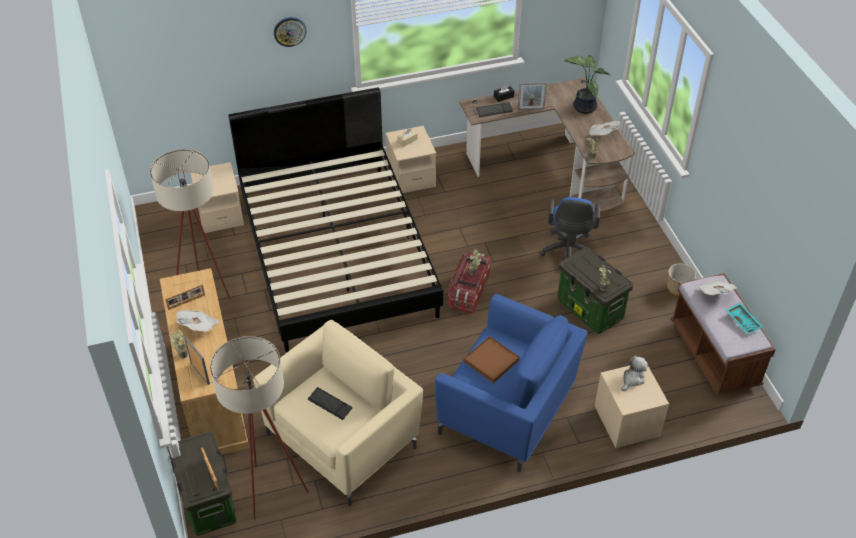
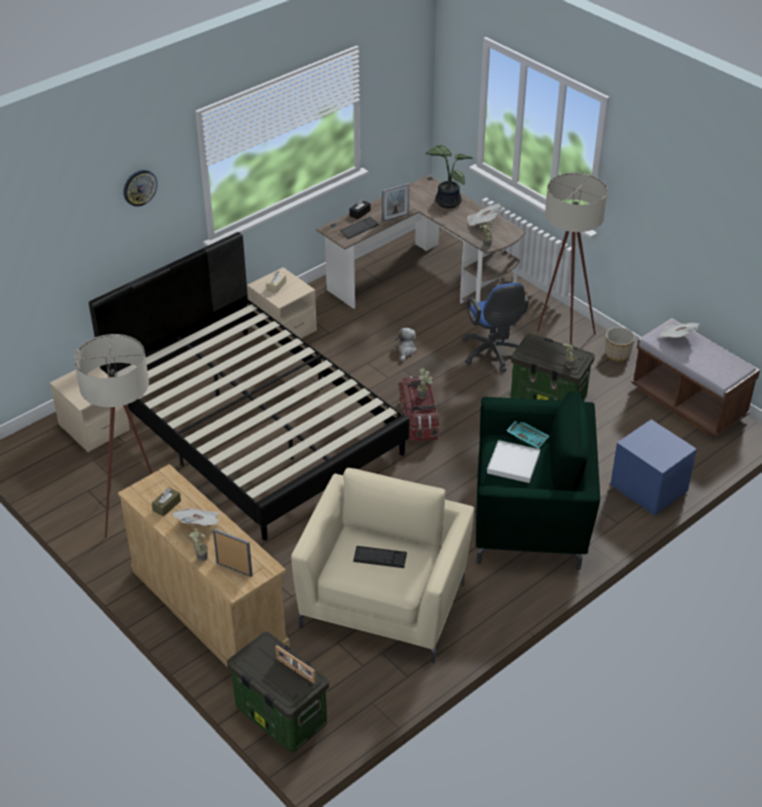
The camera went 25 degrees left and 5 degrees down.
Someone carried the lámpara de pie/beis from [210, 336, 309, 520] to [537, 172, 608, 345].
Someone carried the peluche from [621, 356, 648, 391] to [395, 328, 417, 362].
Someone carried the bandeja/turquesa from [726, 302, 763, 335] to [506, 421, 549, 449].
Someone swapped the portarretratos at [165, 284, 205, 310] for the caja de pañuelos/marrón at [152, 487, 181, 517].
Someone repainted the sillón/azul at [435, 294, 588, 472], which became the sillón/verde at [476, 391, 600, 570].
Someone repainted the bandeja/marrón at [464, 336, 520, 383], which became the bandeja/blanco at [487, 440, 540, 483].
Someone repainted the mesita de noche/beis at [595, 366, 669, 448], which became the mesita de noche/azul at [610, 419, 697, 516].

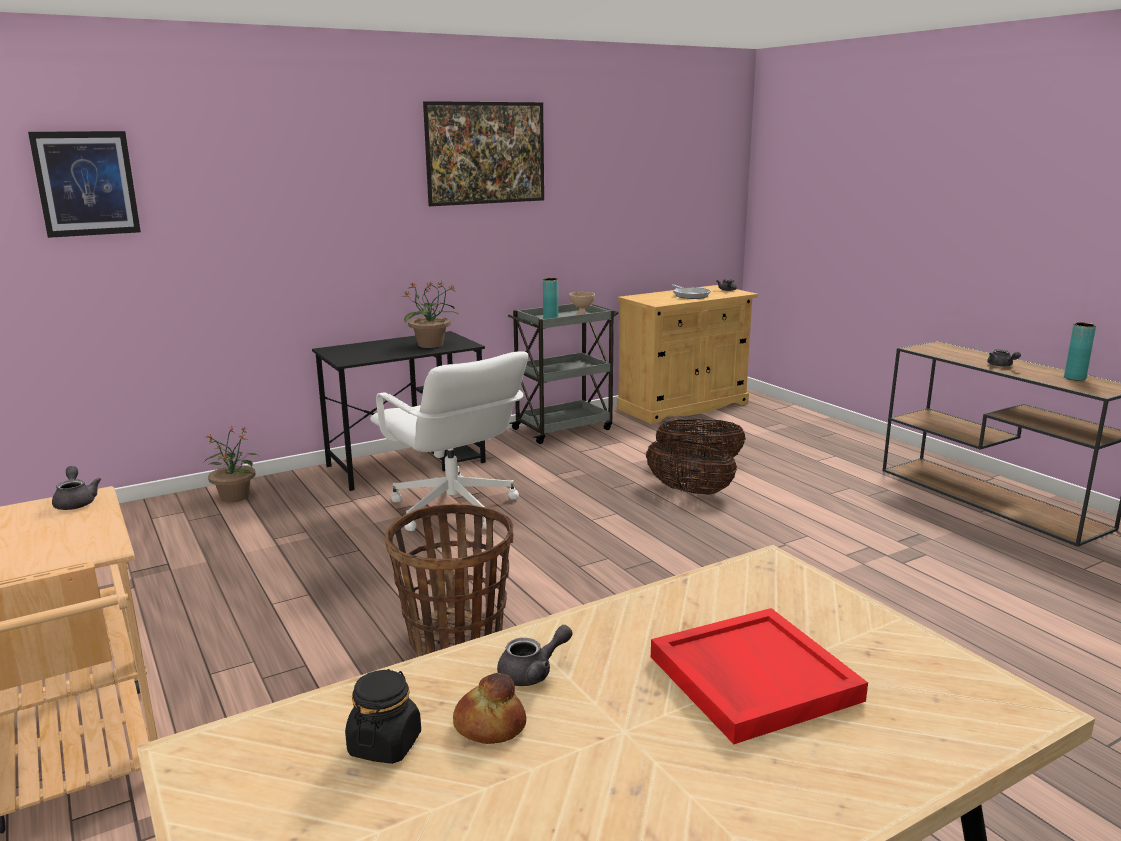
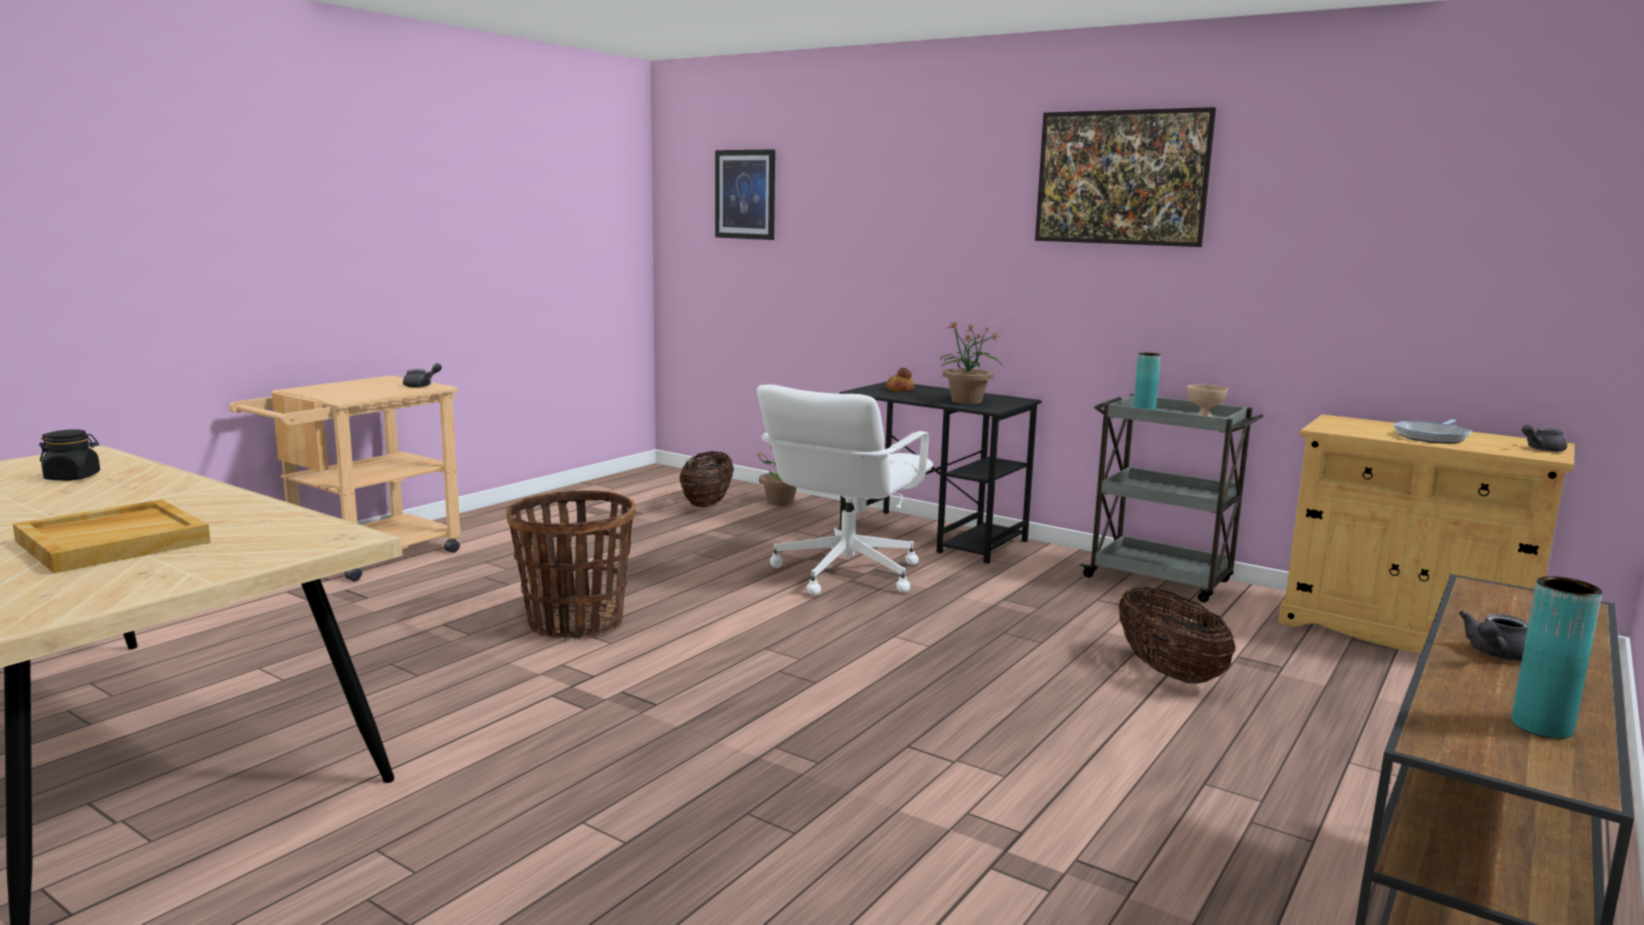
The camera went 65 degrees right and 5 degrees down.
Someone took away the tetera/gris at [497, 625, 573, 686].
Someone carried the pan from [453, 673, 526, 744] to [886, 368, 914, 392].
Someone carried the cesta from [646, 440, 737, 495] to [679, 451, 734, 507].
Someone repainted the bandeja/rojo at [651, 608, 868, 744], which became the bandeja/beis at [13, 499, 211, 573].

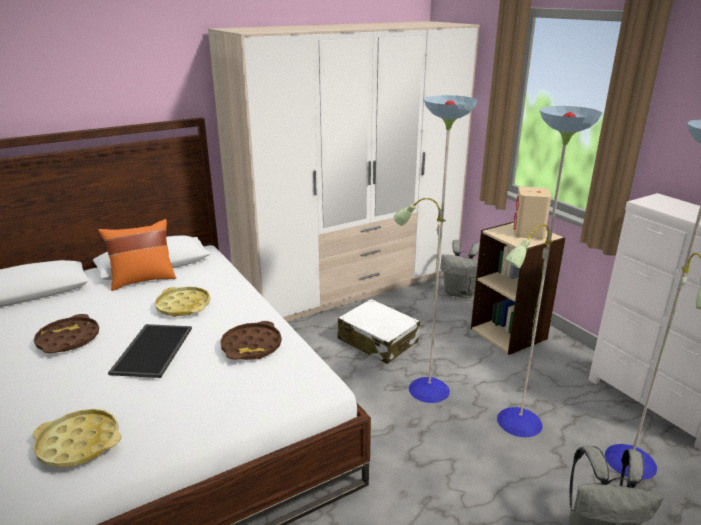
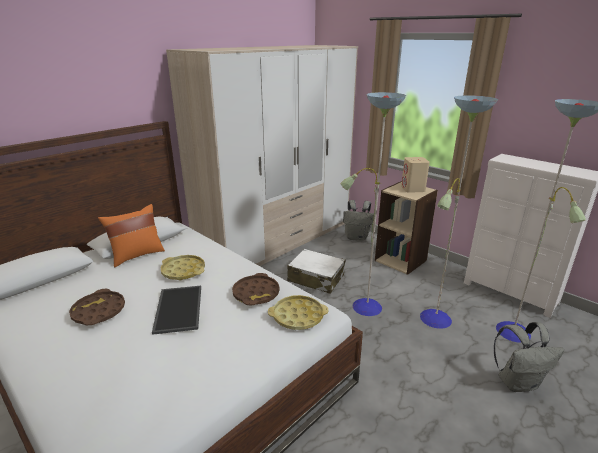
The camera went 15 degrees left and 0 degrees up.
Someone carried the bandeja/amarillo from [33, 409, 121, 468] to [268, 295, 328, 330].

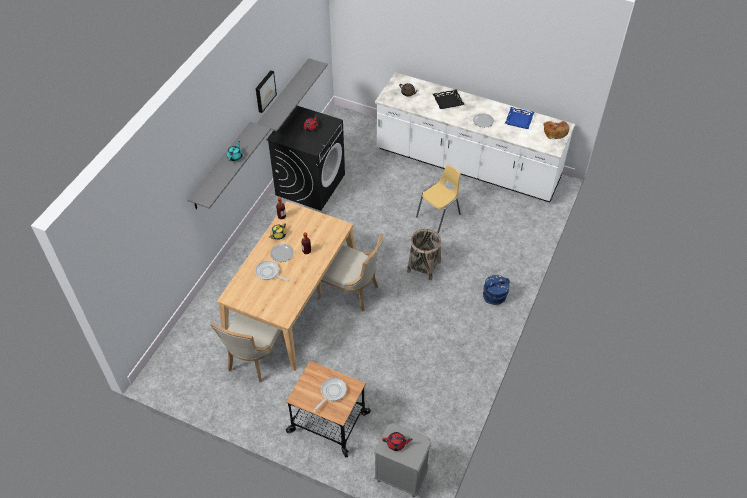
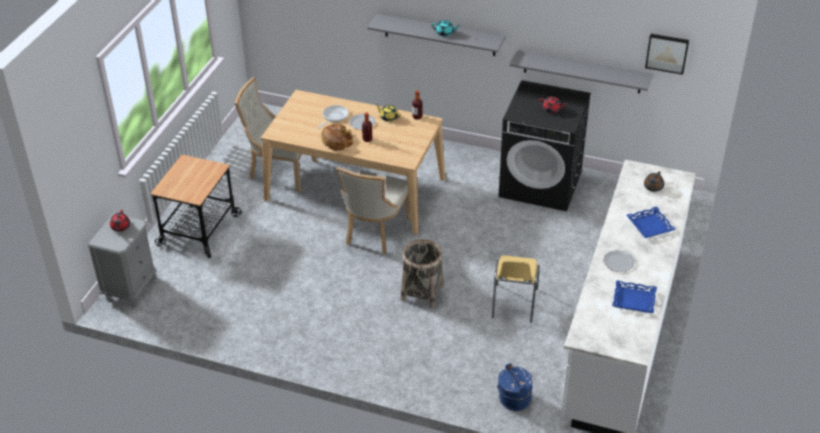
The camera went 85 degrees right and 10 degrees down.
Someone took away the sartén at [313, 378, 347, 412].
Someone carried the cuadro from [256, 70, 277, 113] to [645, 34, 689, 75].
Someone carried the cubo/azul from [483, 275, 510, 305] to [497, 363, 533, 411].
Someone carried the pan from [544, 121, 570, 139] to [322, 124, 353, 151].
Someone repainted the bandeja/negro at [433, 89, 464, 109], which became the bandeja/azul at [626, 206, 676, 238].
Someone rotated the silla/amarillo at [416, 165, 461, 234] by 60 degrees clockwise.

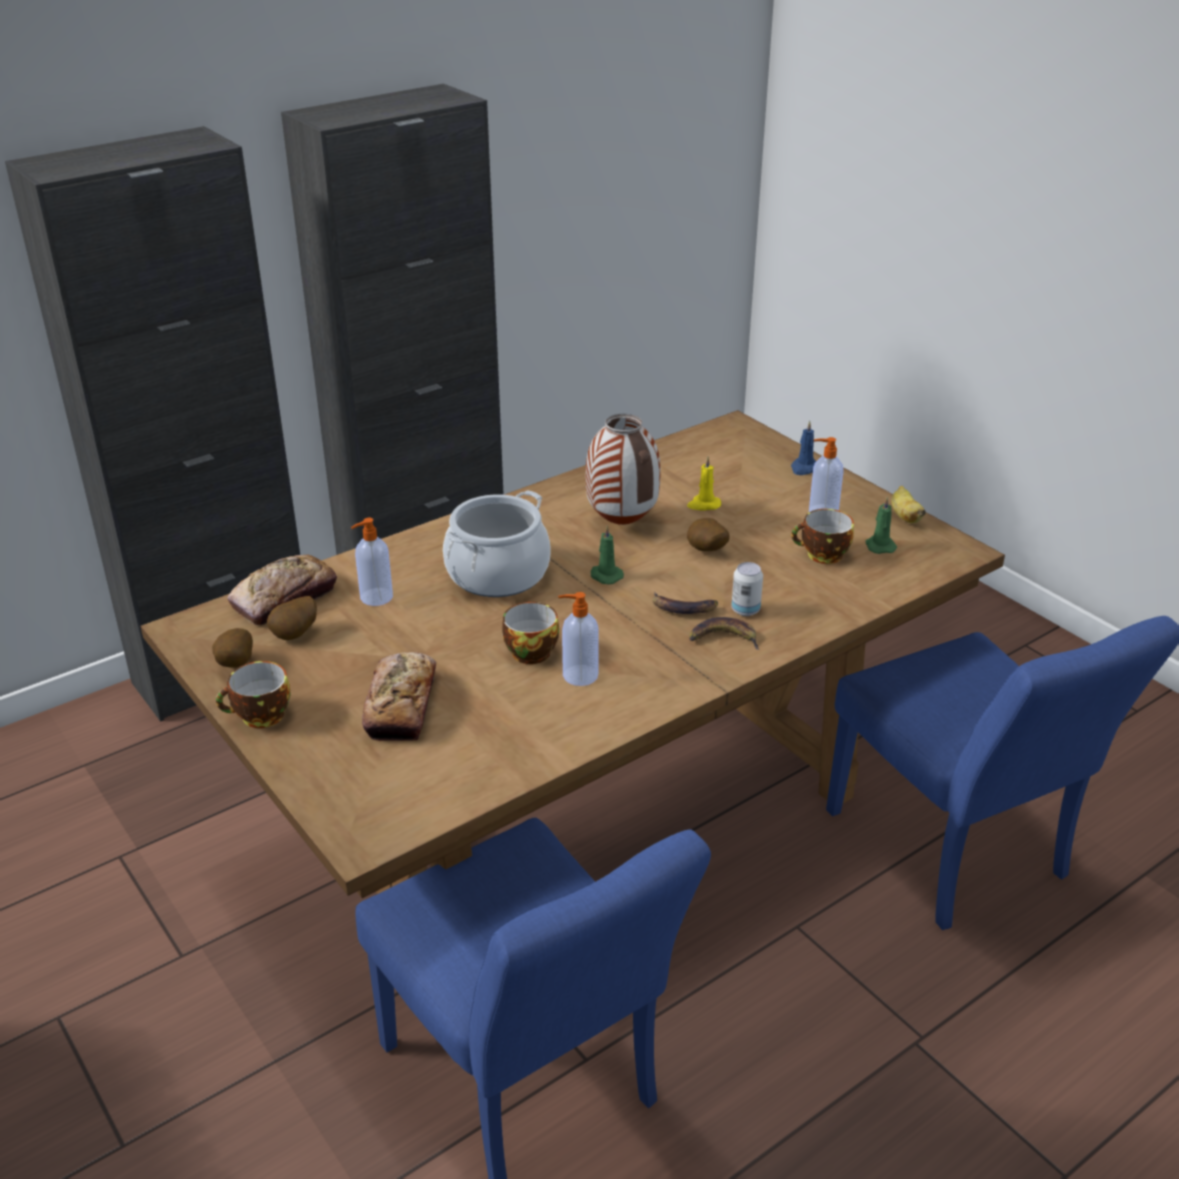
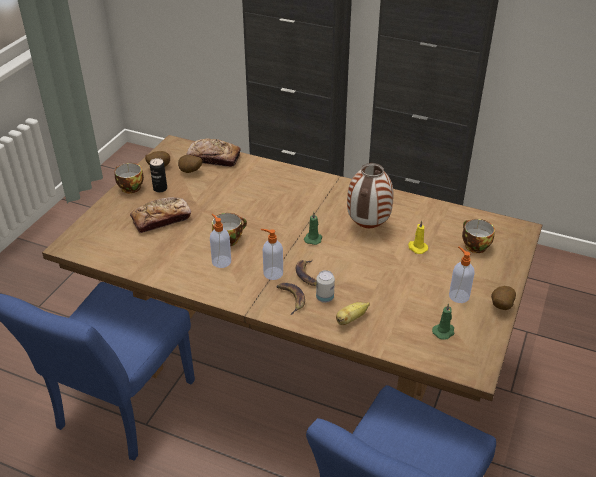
The camera went 60 degrees right and 5 degrees up.
Someone took away the olla at [443, 490, 551, 597].
Someone took away the vela/azul at [791, 421, 816, 475].
Someone put down the lata at [150, 158, 167, 193].
Someone carried the dispensador de jabón from [351, 518, 393, 606] to [261, 229, 283, 280].
Someone carried the patata from [687, 518, 730, 552] to [491, 286, 516, 310].
Someone carried the taza from [791, 509, 854, 564] to [462, 219, 495, 253].
Someone carried the plátano from [891, 486, 926, 523] to [336, 302, 370, 325].

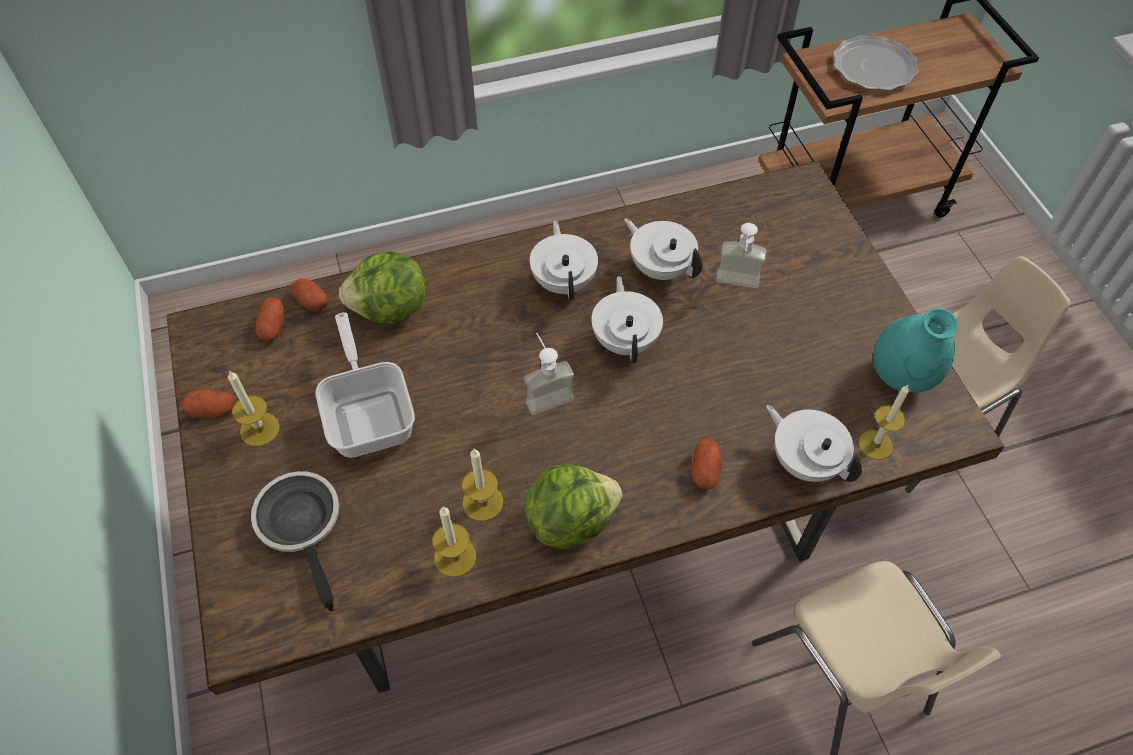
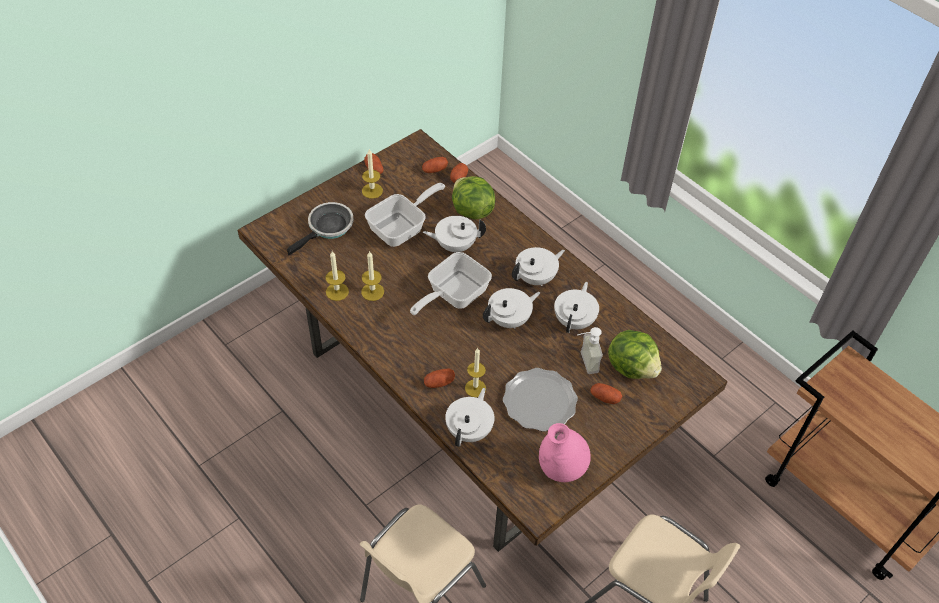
The camera went 65 degrees right and 5 degrees down.
Someone put down the tetera/blanco at [423, 216, 486, 252].
Someone put down the patata at [590, 383, 622, 404].
Someone carried the lechuga from [525, 464, 622, 549] to [608, 330, 662, 379].
Someone carried the plato from [833, 35, 919, 91] to [503, 368, 578, 432].
Someone carried the vela from [859, 384, 910, 460] to [465, 348, 486, 397].
Someone swapped the dispensador de jabón at [524, 332, 574, 415] for the sartén at [410, 252, 492, 315].
Someone repainted the florero/turquesa at [873, 308, 958, 393], which became the florero/rosa at [539, 423, 591, 482].

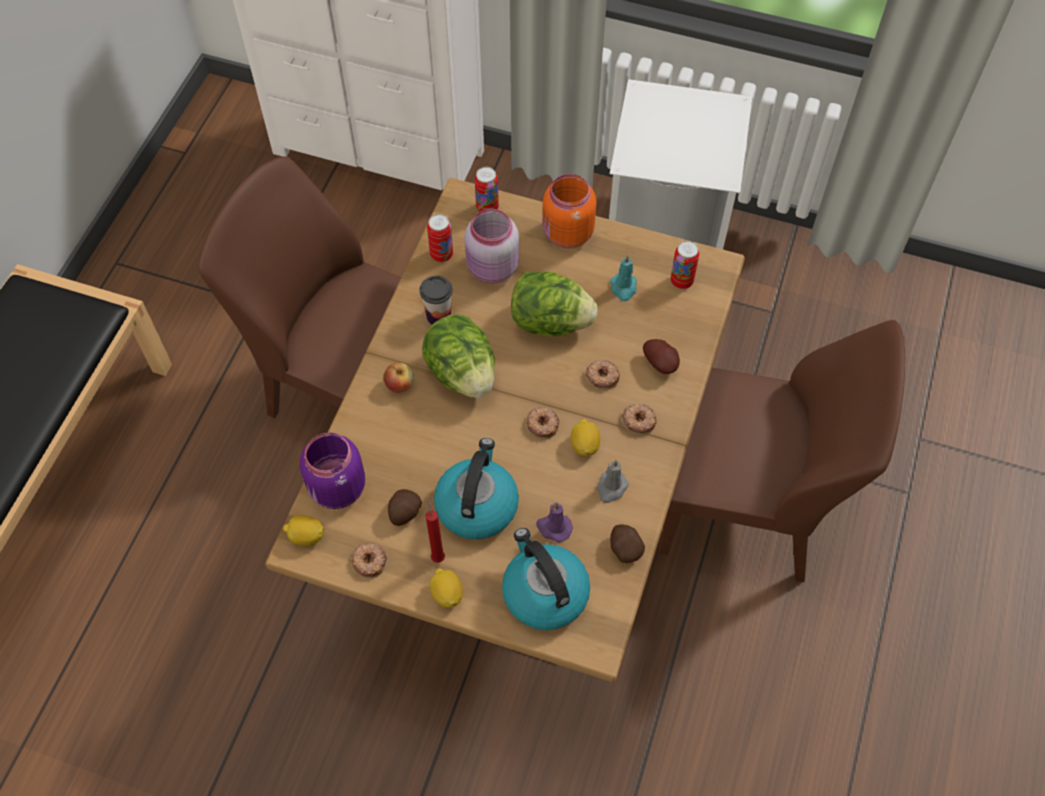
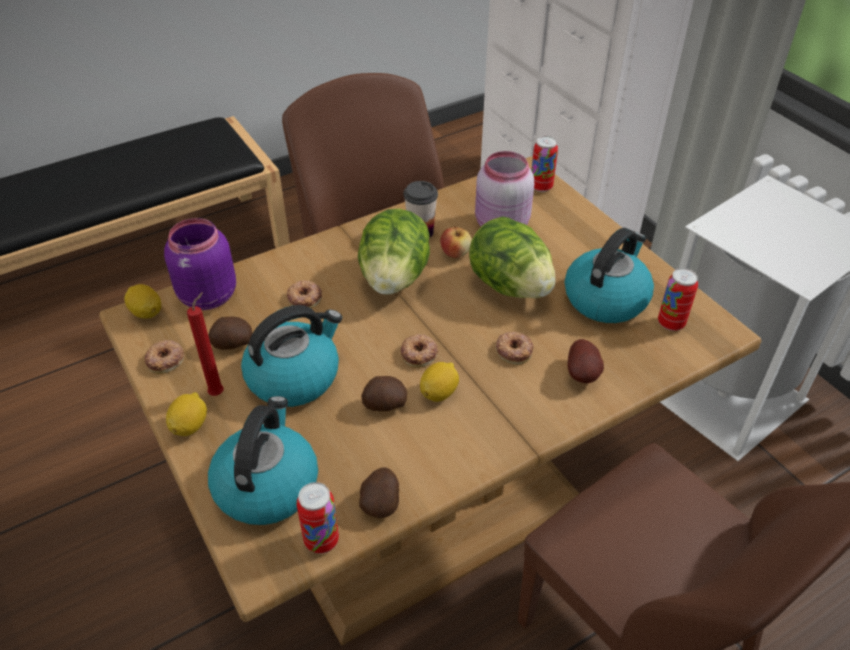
The camera went 40 degrees right and 15 degrees down.
Someone took away the vela/morado at [536, 502, 573, 543].
Someone took away the tarro/naranja at [542, 174, 597, 248].
Someone took away the vela/gris at [597, 460, 629, 503].
Someone put down the patata at [361, 376, 407, 411].
Someone carried the manzana from [383, 363, 414, 393] to [440, 226, 472, 258].
Someone carried the lata from [427, 214, 453, 262] to [297, 482, 339, 554].
Someone carried the rosquilla from [622, 404, 657, 435] to [287, 280, 322, 309].
Someone swapped the vela/turquesa at [610, 255, 637, 302] for the hervidor at [565, 228, 654, 323].

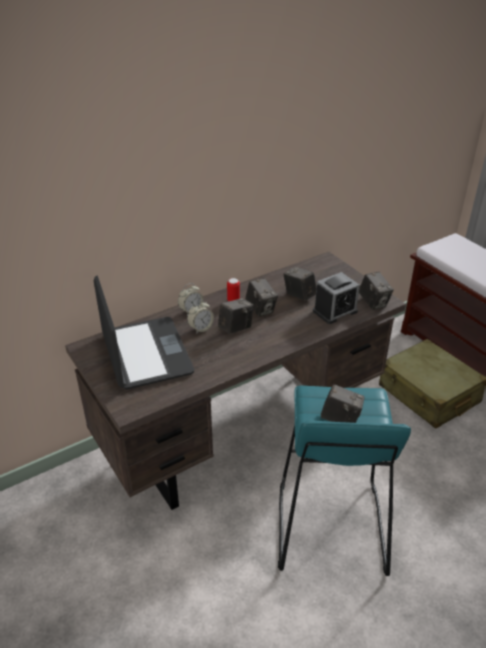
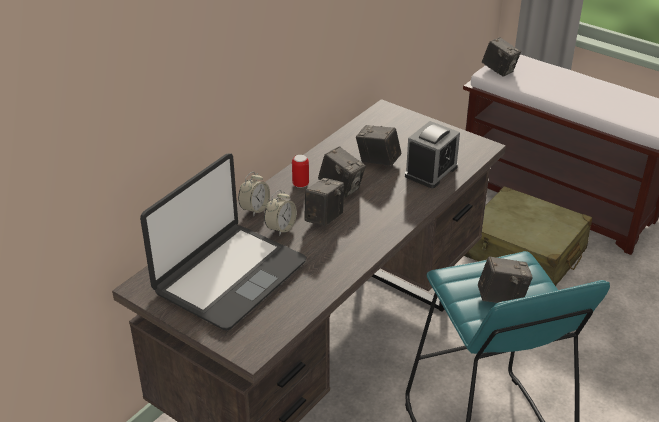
The camera went 20 degrees left and 0 degrees up.
Someone carried the cámara from [359, 272, 394, 310] to [482, 37, 521, 76].
Someone rotated the portátil at [94, 276, 194, 390] by 75 degrees clockwise.

